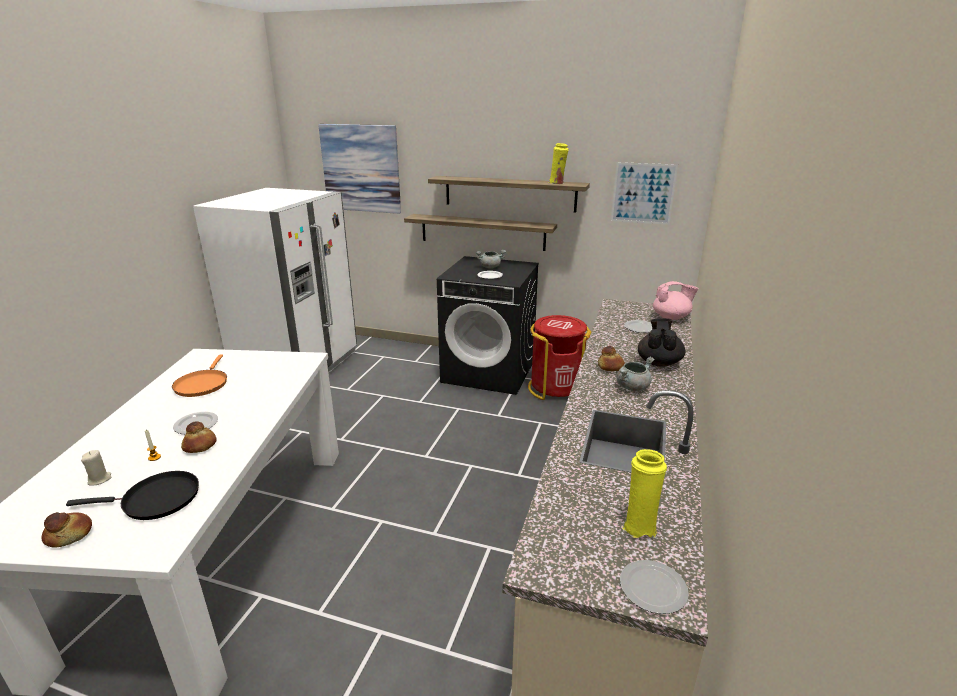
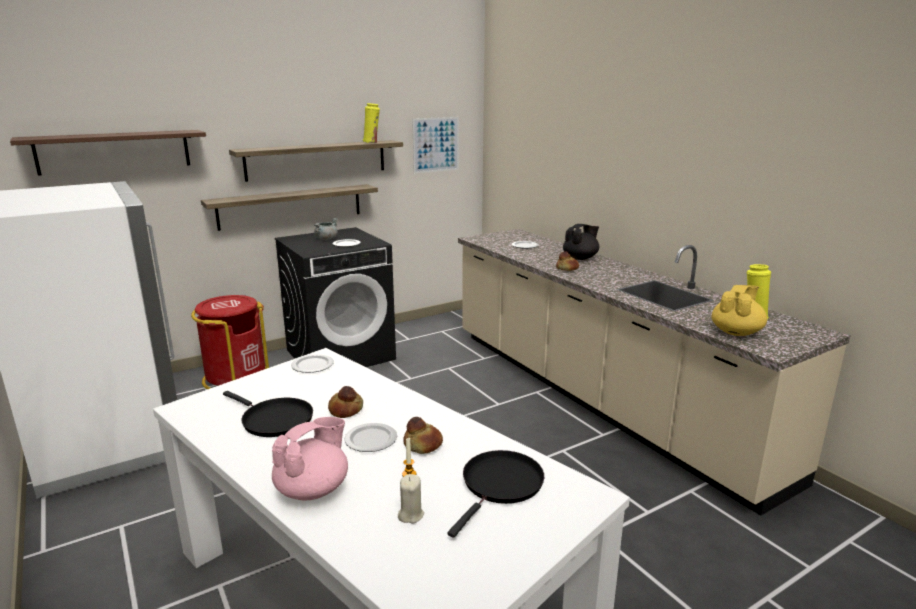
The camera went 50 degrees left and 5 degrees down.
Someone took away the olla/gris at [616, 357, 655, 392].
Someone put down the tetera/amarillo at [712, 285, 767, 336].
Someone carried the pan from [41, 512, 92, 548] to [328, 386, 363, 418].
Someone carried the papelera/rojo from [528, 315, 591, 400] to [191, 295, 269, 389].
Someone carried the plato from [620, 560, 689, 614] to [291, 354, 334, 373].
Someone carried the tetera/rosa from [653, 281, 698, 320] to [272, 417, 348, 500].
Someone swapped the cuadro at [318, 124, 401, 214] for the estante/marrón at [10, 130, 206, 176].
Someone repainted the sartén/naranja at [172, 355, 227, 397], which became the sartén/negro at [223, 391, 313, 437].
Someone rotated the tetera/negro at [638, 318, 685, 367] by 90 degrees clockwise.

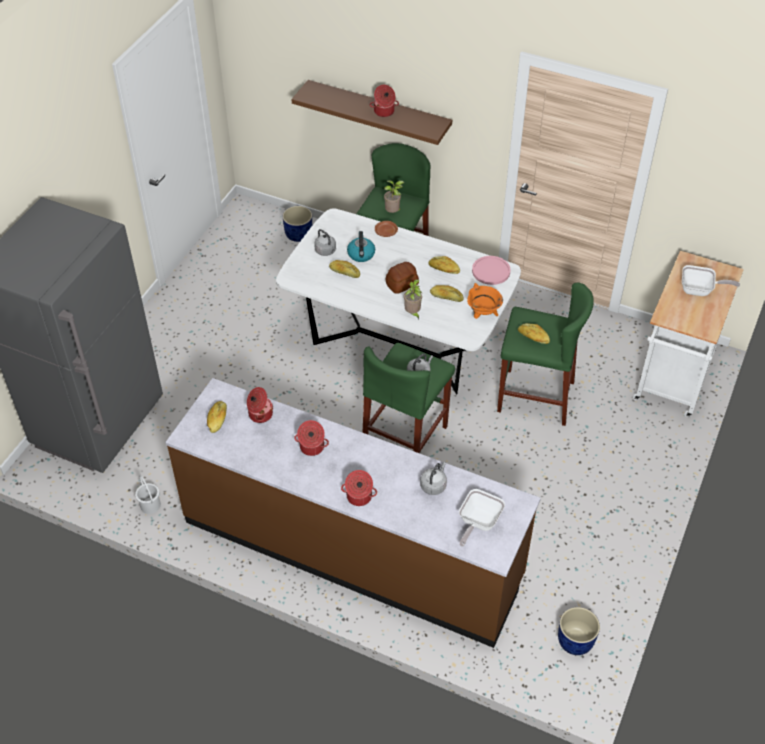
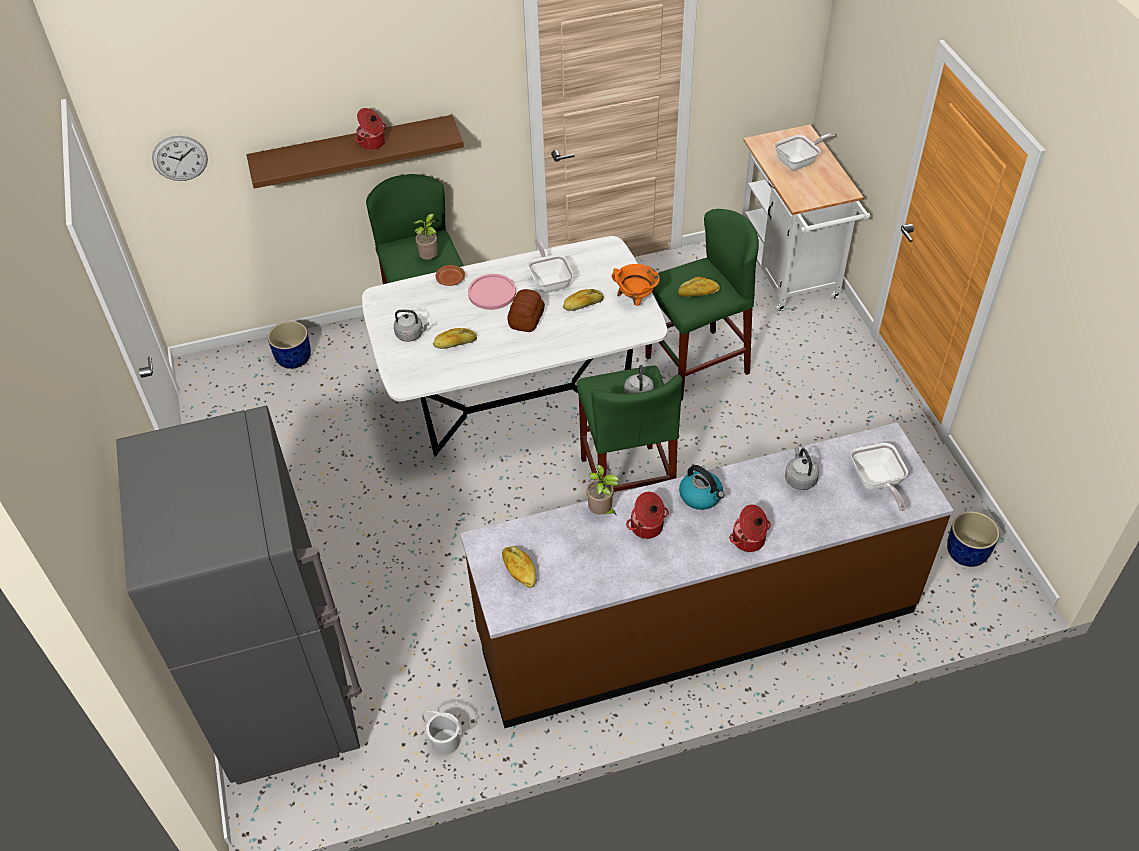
The camera went 40 degrees left and 0 degrees up.
Someone took away the olla at [247, 387, 273, 423].
Someone put up the reloj de pared at [152, 136, 208, 181].
Someone carried the hervidor from [347, 231, 375, 262] to [679, 465, 724, 510].
Someone carried the planta en maceta from [404, 279, 423, 320] to [586, 465, 619, 515].
Someone carried the plato/rosa from [472, 256, 511, 285] to [468, 274, 516, 310].
Someone swapped the pan at [428, 256, 460, 274] for the sartén at [528, 239, 573, 293].

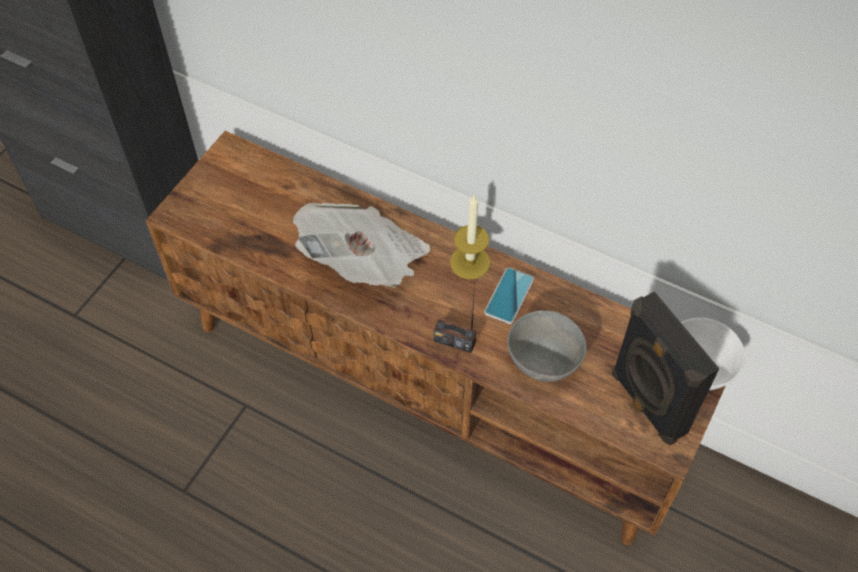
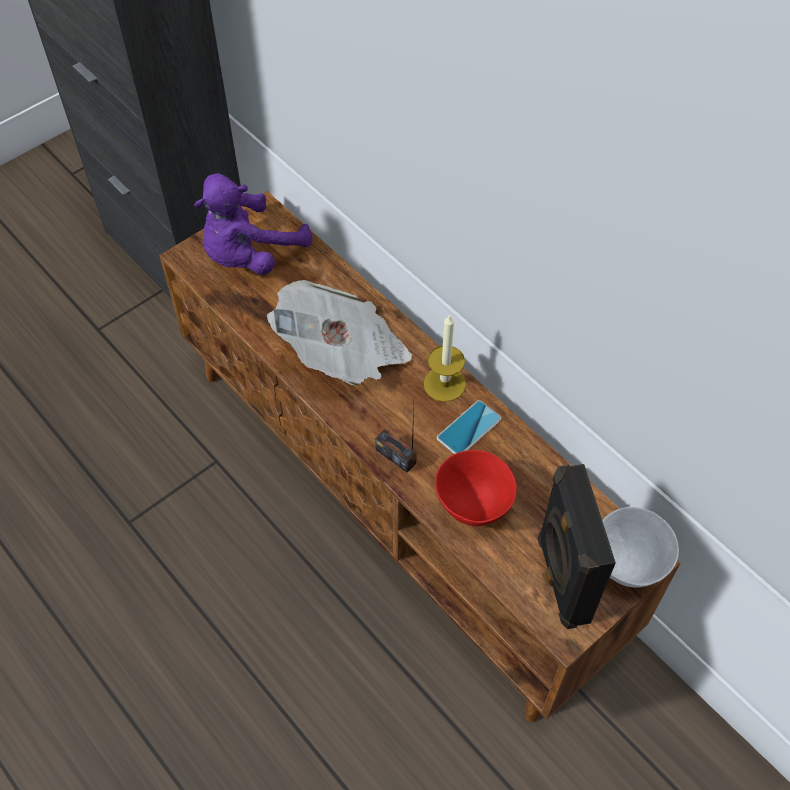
The camera went 20 degrees right and 0 degrees up.
Someone put down the peluche/morado at [194, 173, 313, 275].
Someone repainted the cuenco/gris at [507, 310, 587, 382], which became the cuenco/rojo at [435, 450, 517, 526].

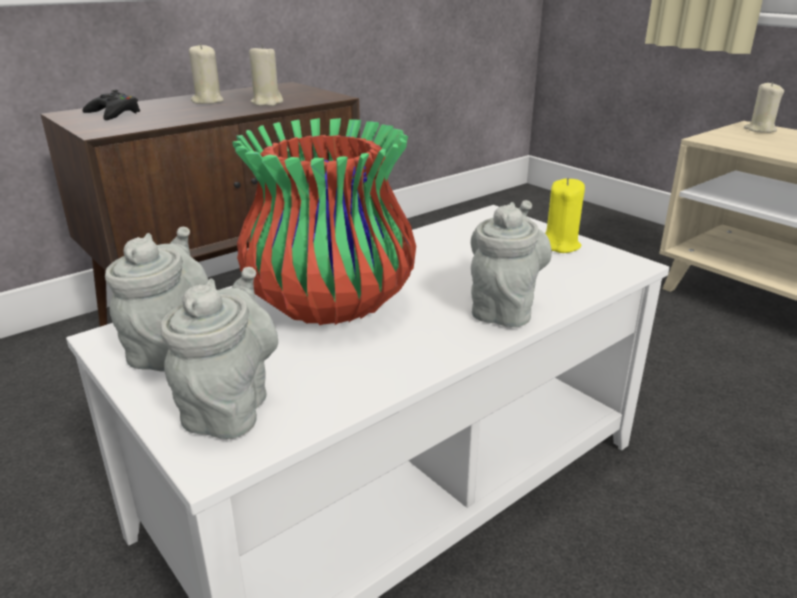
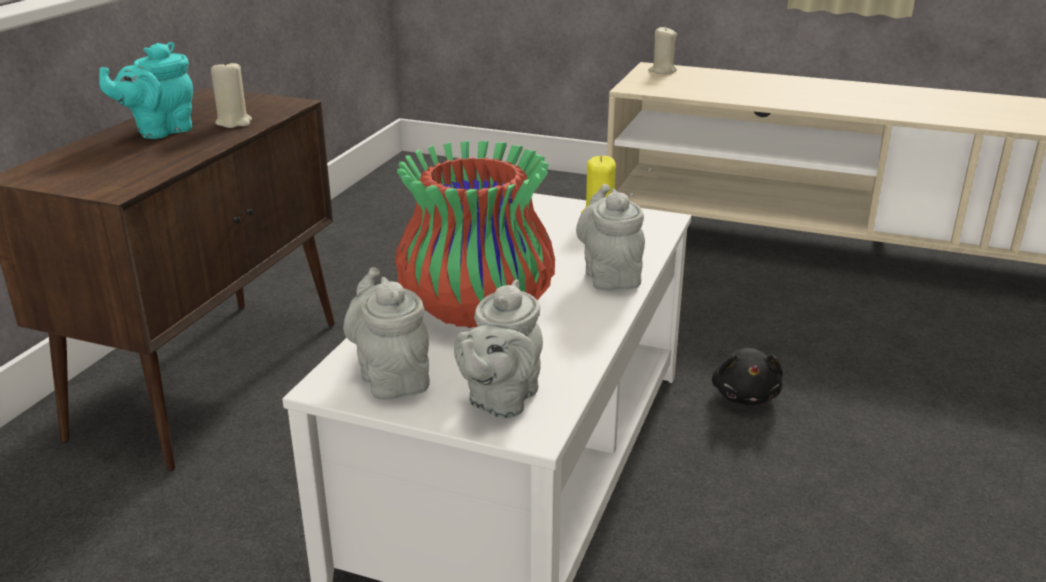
The camera went 30 degrees left and 0 degrees up.
Someone took away the mando de consola/negro at [82, 90, 140, 120].
Someone put down the peluche/negro at [712, 348, 783, 405].
Someone swapped the vela/beis at [189, 43, 224, 104] for the tetera/turquesa at [99, 42, 193, 139].
Someone rotated the tetera/gris at [160, 267, 278, 439] by 135 degrees counterclockwise.

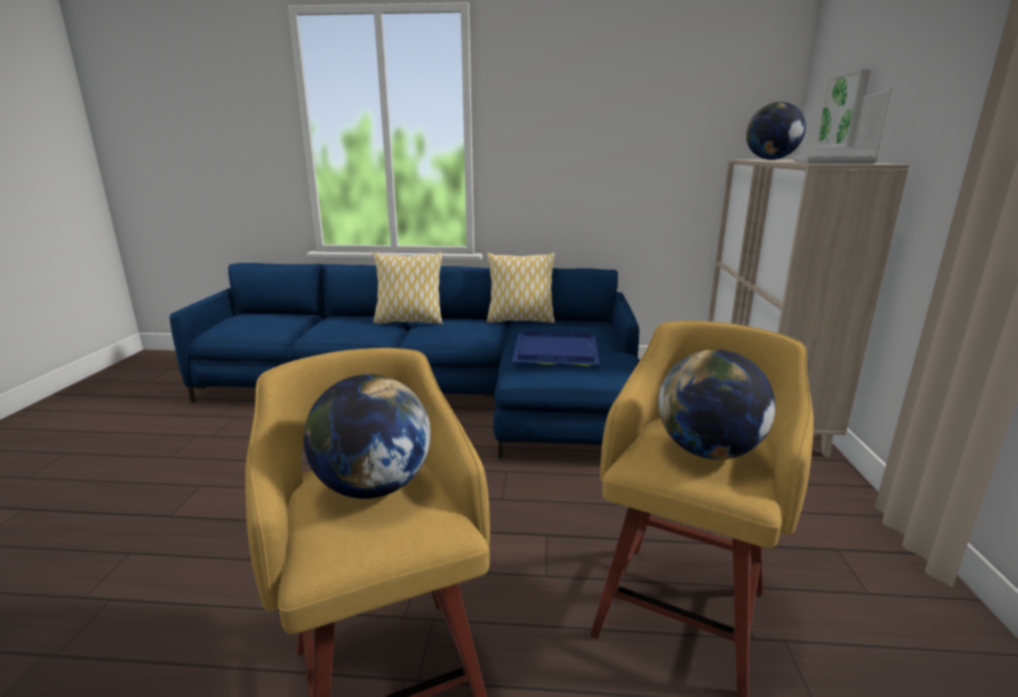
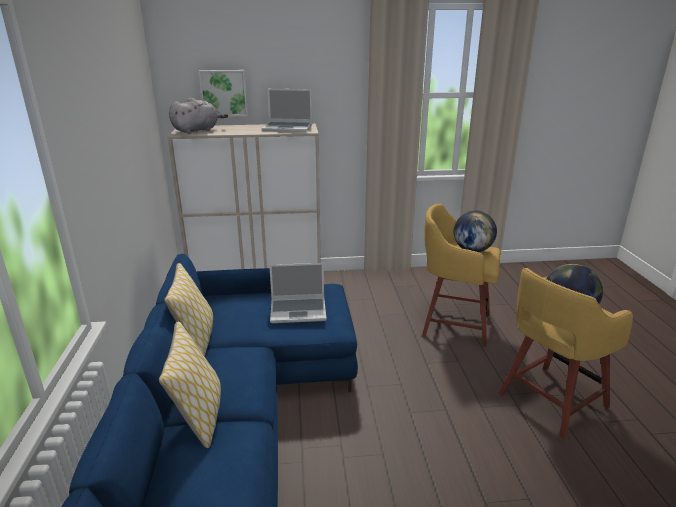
The camera went 100 degrees left and 5 degrees up.
Someone swapped the bandeja/azul at [512, 331, 600, 366] for the portátil at [269, 263, 327, 323].
Someone swapped the globo terráqueo at [746, 102, 806, 160] for the peluche/gris at [169, 98, 228, 134].

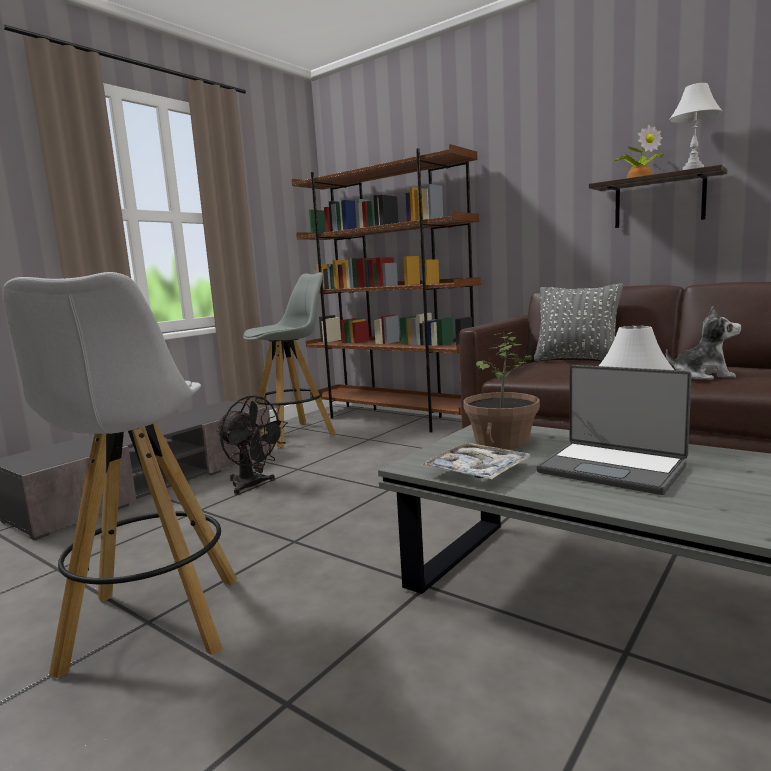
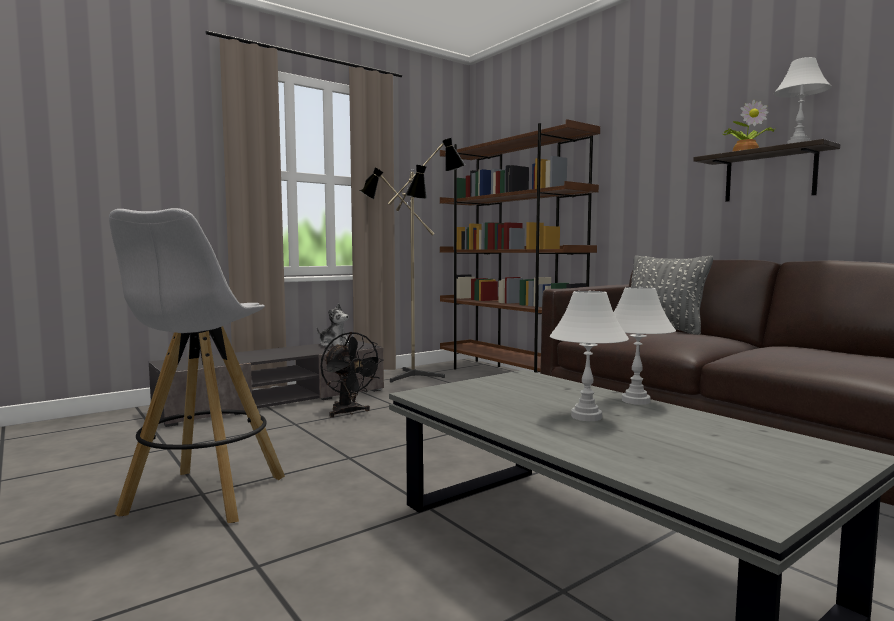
The camera went 15 degrees right and 5 degrees down.
Someone took away the bandeja at [421, 442, 531, 479].
Someone took away the planta en maceta at [463, 331, 540, 449].
Someone carried the peluche from [666, 306, 741, 380] to [317, 303, 349, 347].
Someone swapped the taburete/gris at [243, 272, 336, 448] for the lámpara de pie at [359, 138, 465, 383].
Someone swapped the portátil at [536, 365, 692, 495] for the lámpara de mesa/blanco at [550, 291, 629, 421].

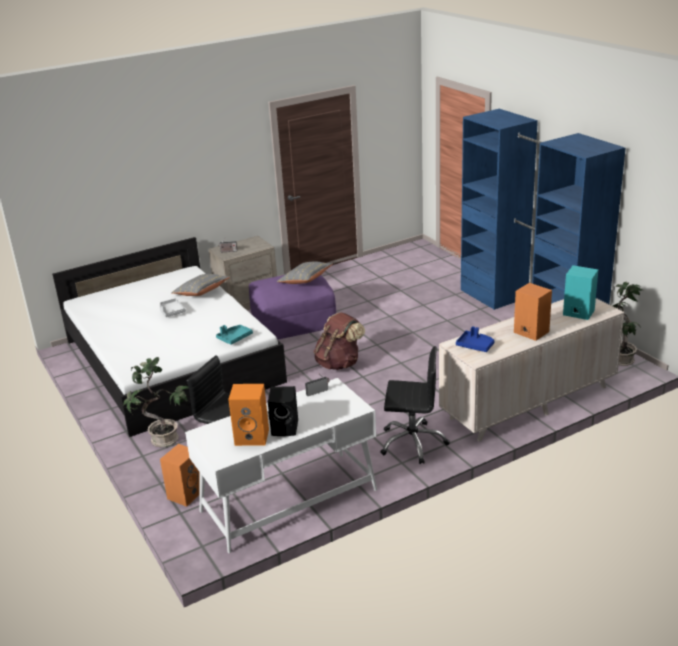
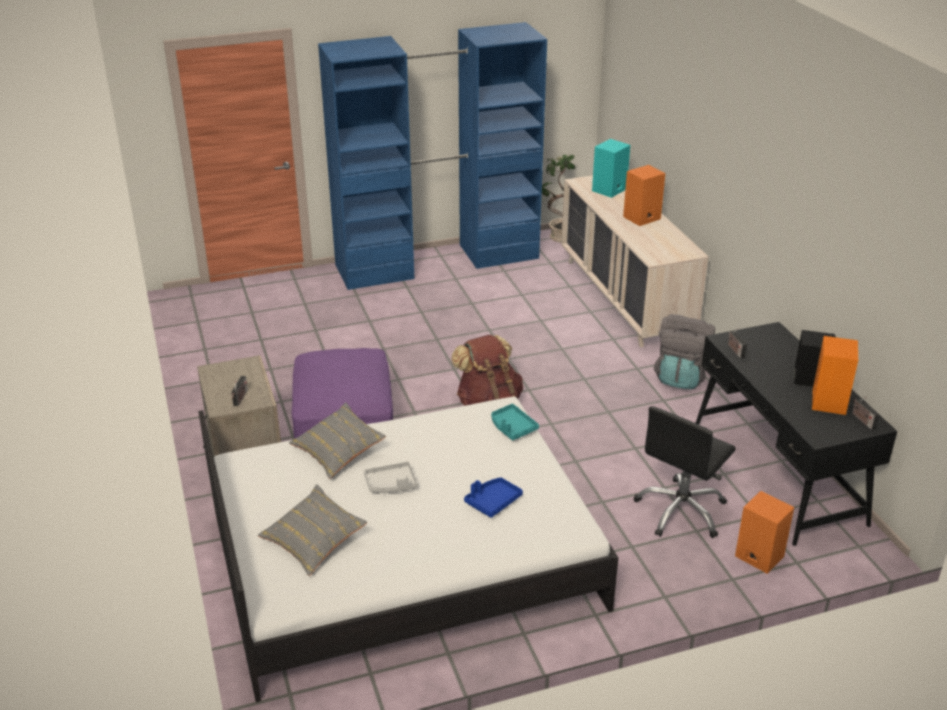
The camera went 80 degrees left and 5 degrees up.
Someone took away the planta en maceta at [124, 357, 188, 447].
Someone put down the radio at [852, 396, 879, 430].
Someone carried the cojín/gris from [277, 262, 333, 284] to [258, 484, 367, 576].
Someone carried the bandeja/azul from [456, 326, 495, 352] to [464, 477, 523, 518].
Someone swapped the silla de oficina/negro at [380, 346, 450, 464] for the mochila/gris at [654, 314, 715, 389].
Someone repainted the escritorio/blanco at [185, 378, 377, 553], which became the escritorio/negro at [696, 322, 897, 546].

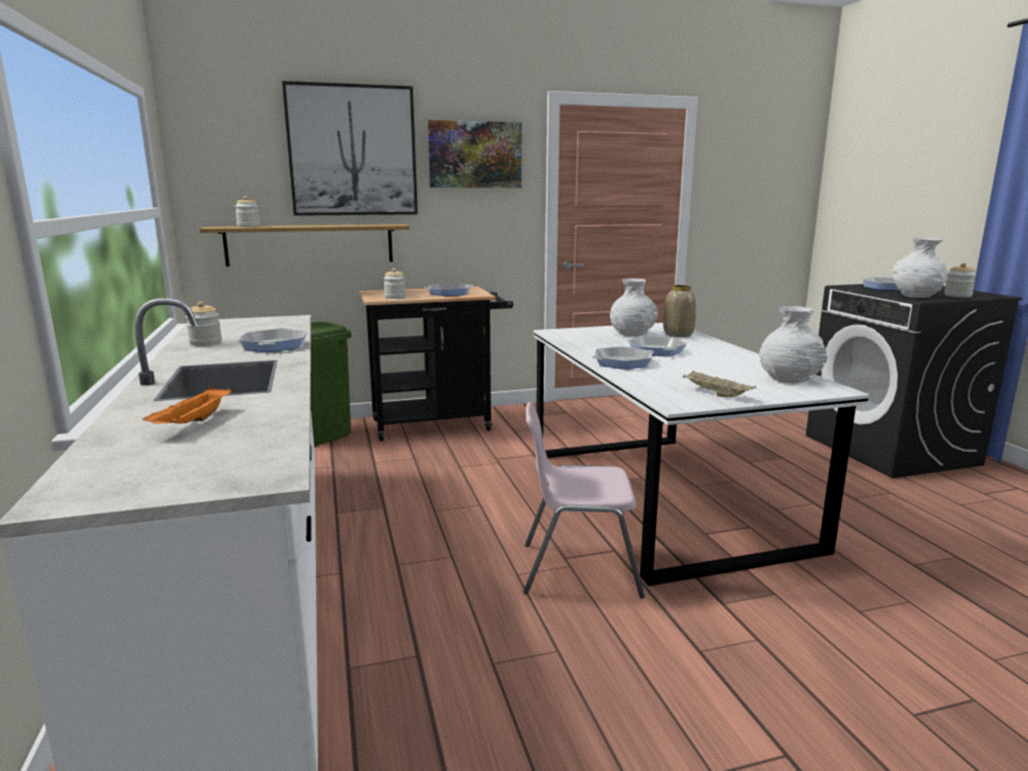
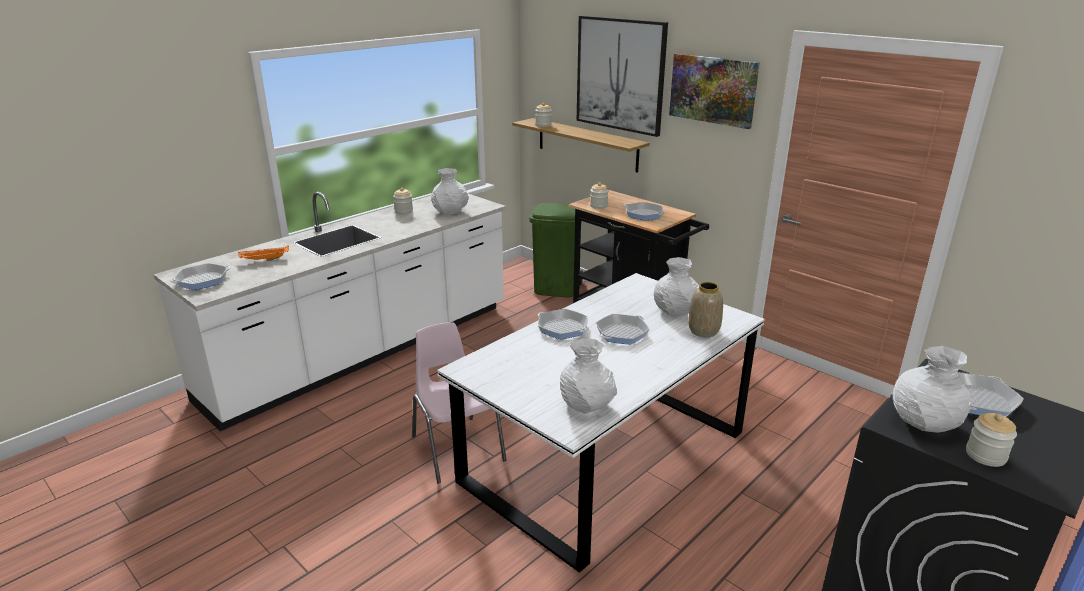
The camera went 60 degrees right and 10 degrees up.
Someone took away the bandeja/beis at [683, 370, 756, 397].
Someone put down the florero/blanco at [431, 168, 469, 215].
Someone carried the sartén from [238, 328, 308, 352] to [170, 263, 231, 290].

